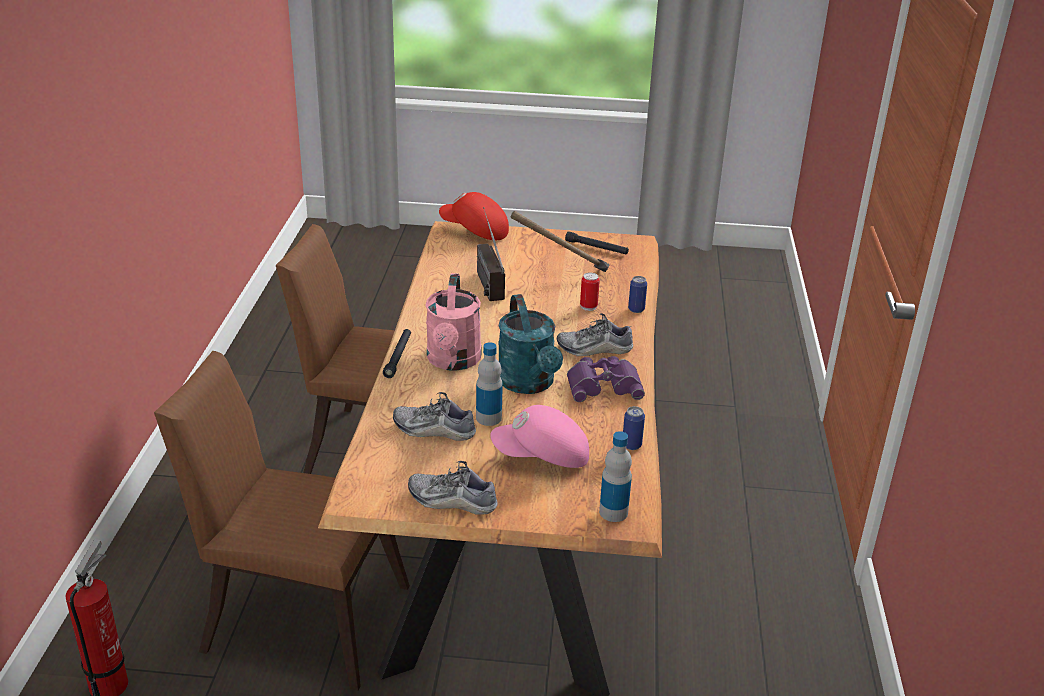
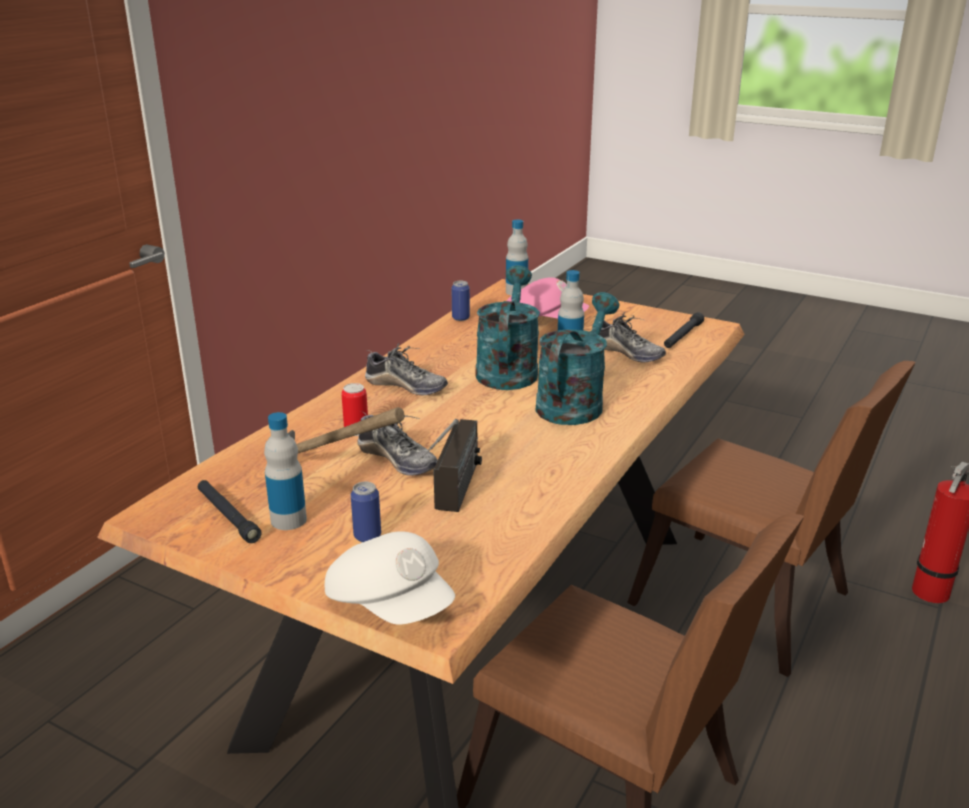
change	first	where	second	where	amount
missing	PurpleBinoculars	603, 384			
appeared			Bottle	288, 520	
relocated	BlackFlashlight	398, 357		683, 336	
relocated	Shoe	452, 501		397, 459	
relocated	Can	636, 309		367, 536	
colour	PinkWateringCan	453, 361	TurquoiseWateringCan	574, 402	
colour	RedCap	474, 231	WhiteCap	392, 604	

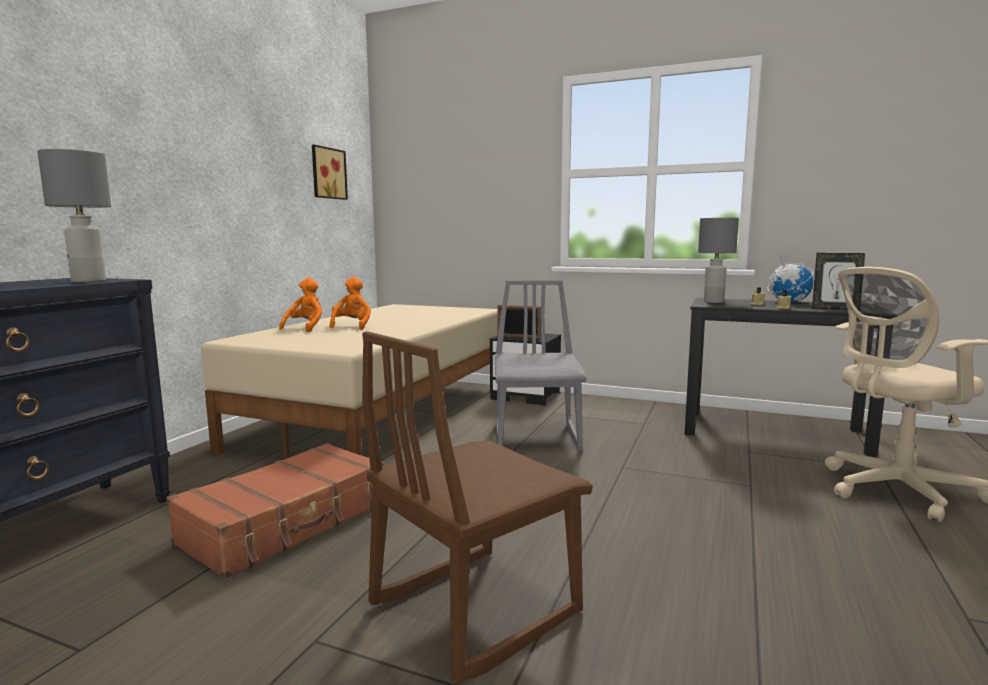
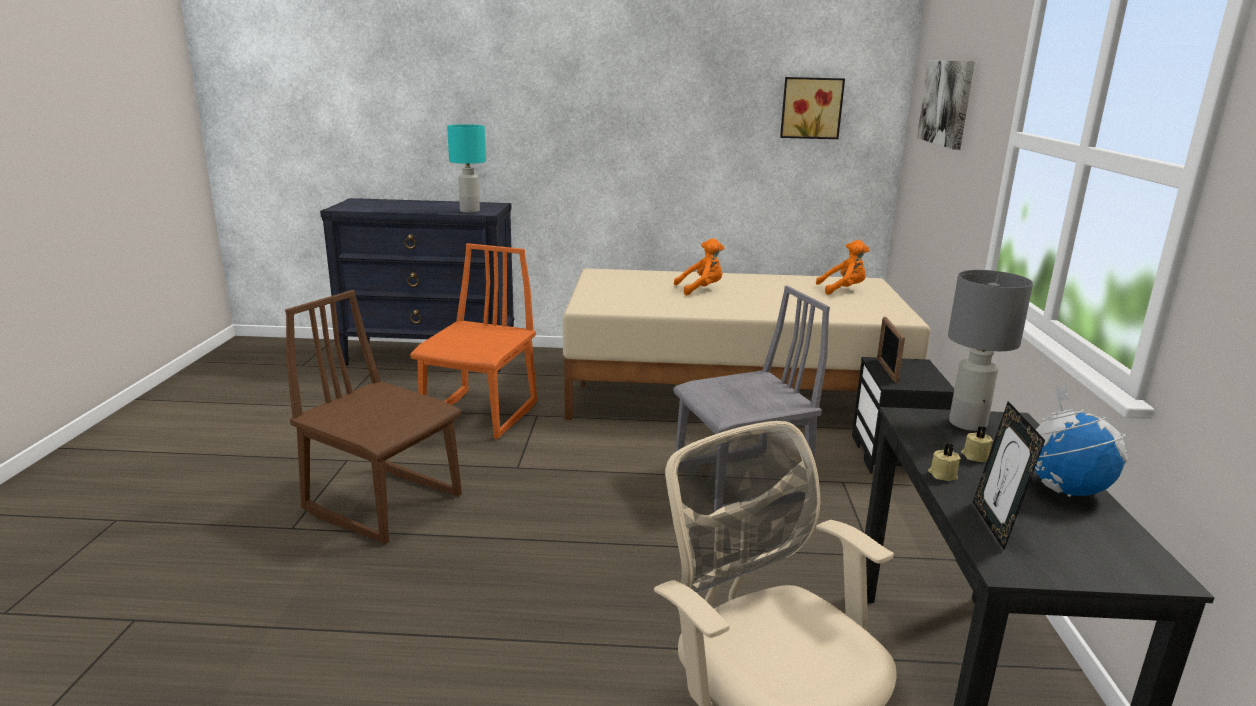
change	first	where	second	where	amount
appeared			Picture	946, 103	
relocated	OrangePlushToy	306, 328		843, 290	
exchanged	BrownSuitcase	287, 523	OrangeChair	481, 415	
colour	GreyTableLamp	88, 281	TurquoiseTableLamp	469, 211	

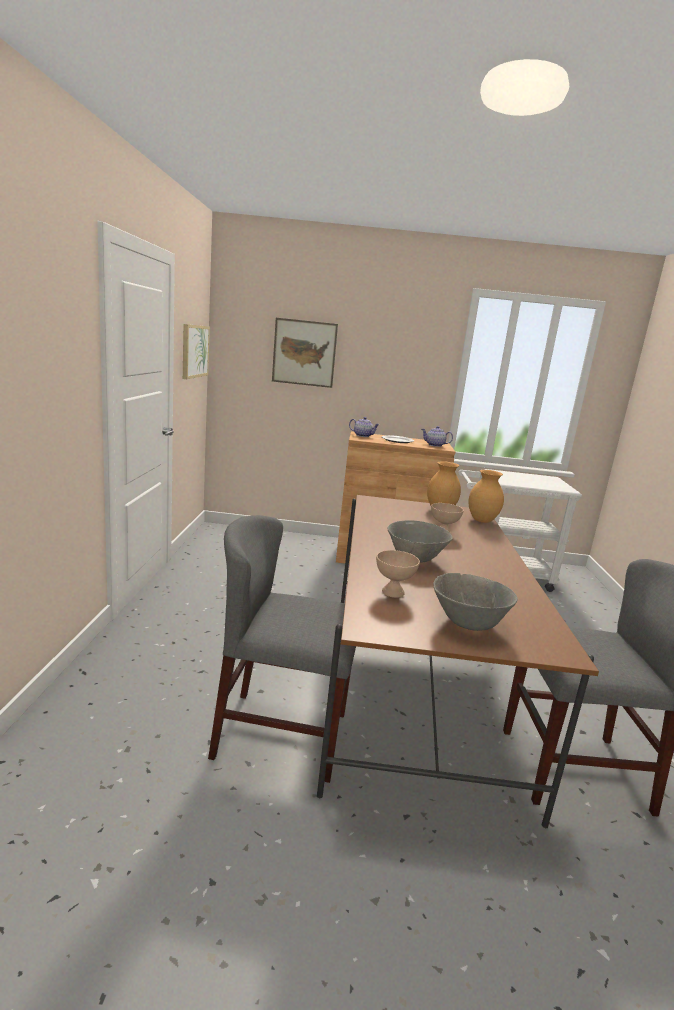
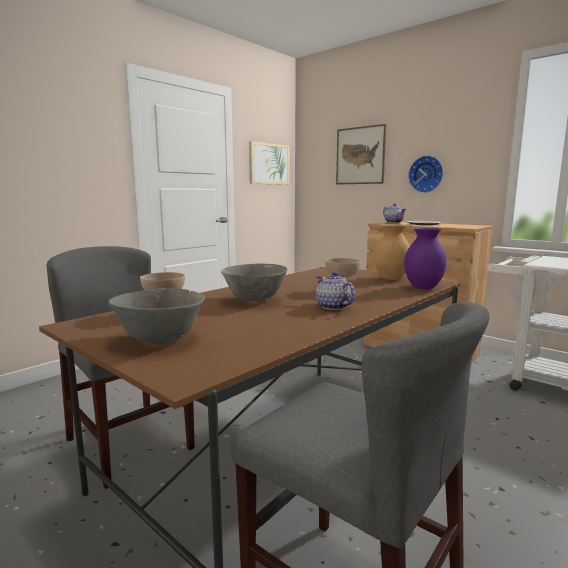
change	first	where	second	where	amount
appeared			WallClock	426, 174	
relocated	Teapot	434, 445		333, 306	
colour	BrownVase	482, 521	PurpleVase	422, 288	

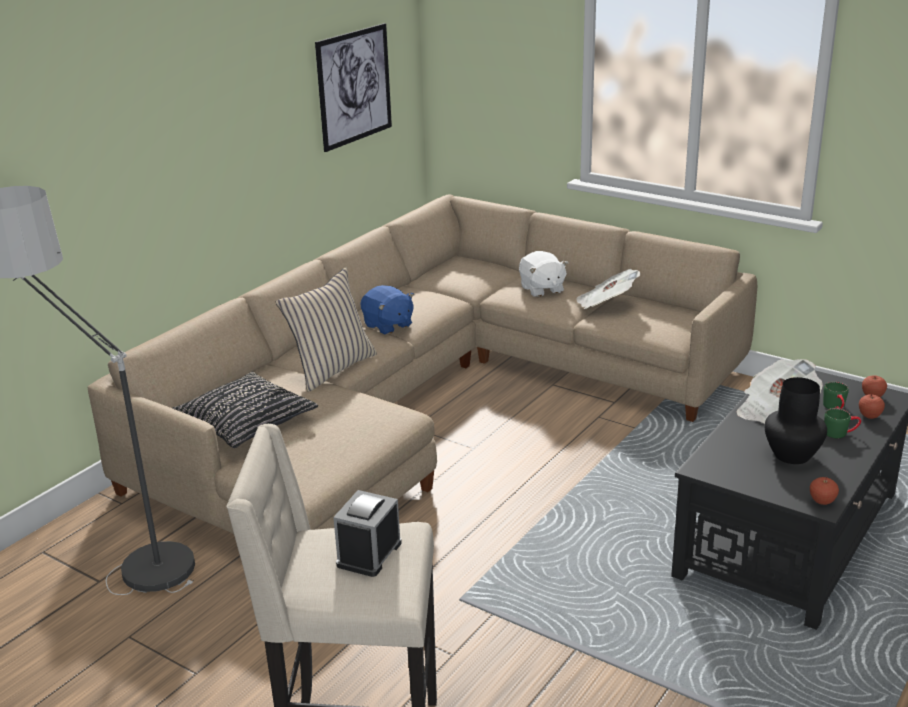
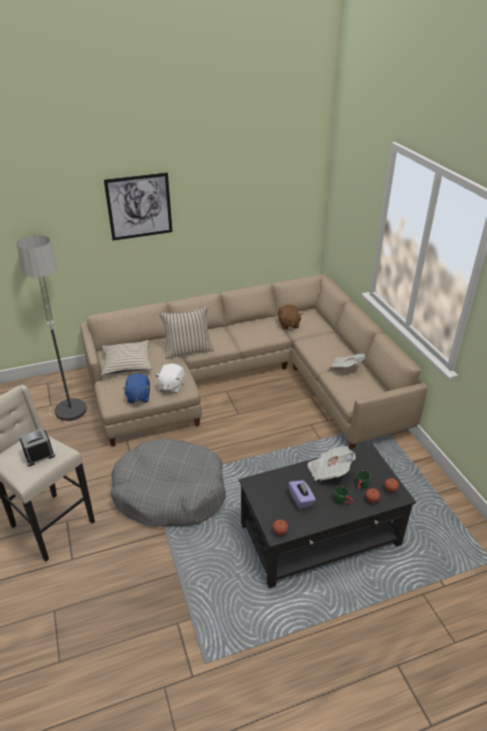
change	first	where	second	where	amount
appeared			GreyDogBed	170, 493	
appeared			BrownPlushToy	288, 324	
relocated	Picture	354, 86		139, 206	
relocated	BluePlushToy	388, 325		138, 396	
relocated	WhitePlushToy	541, 289		171, 386	
exchanged	BlackVase	791, 455	PurpleTissueBox	301, 499	
colour	BlackPillow	245, 422	BeigePillow	126, 363	

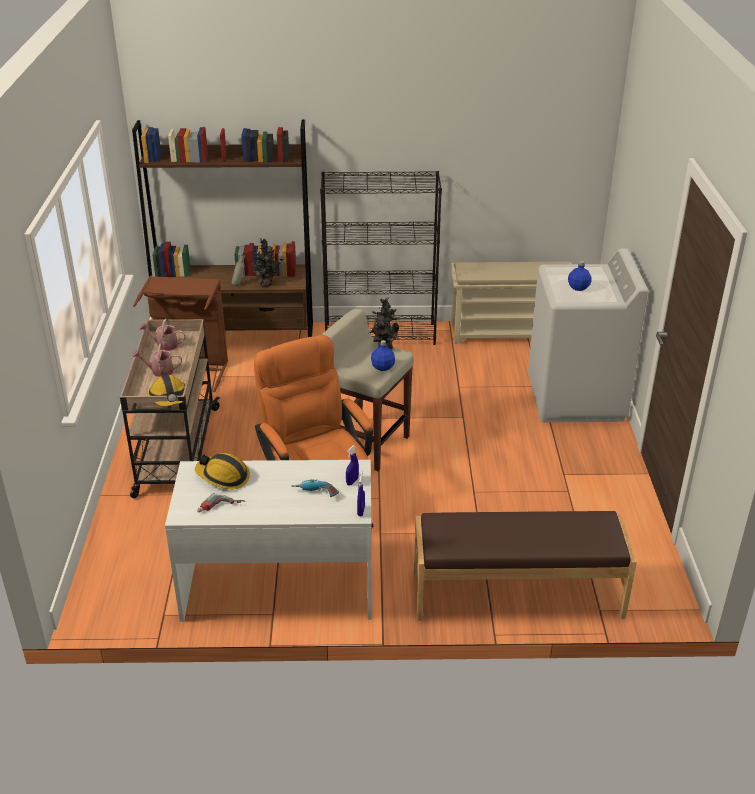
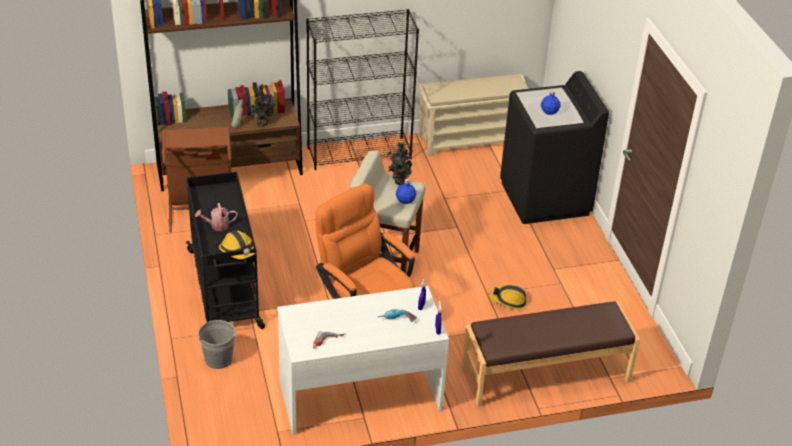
change	first	where	second	where	amount
missing	WateringCan	164, 345			
appeared			GreyBucket	218, 359	
relocated	HardHat	223, 477		509, 300	
colour	BeigeCart	177, 452	BlackCart	225, 290	
colour	WhiteWashingMachine	576, 399	BlackWashingMachine	545, 198	

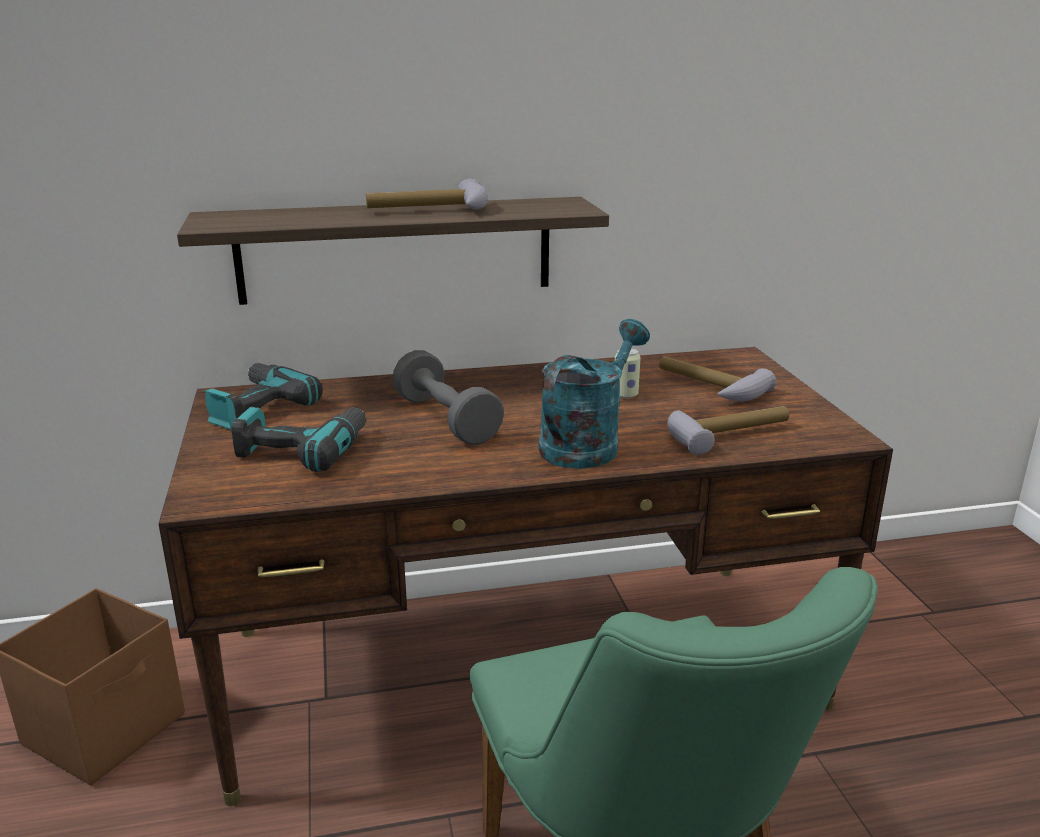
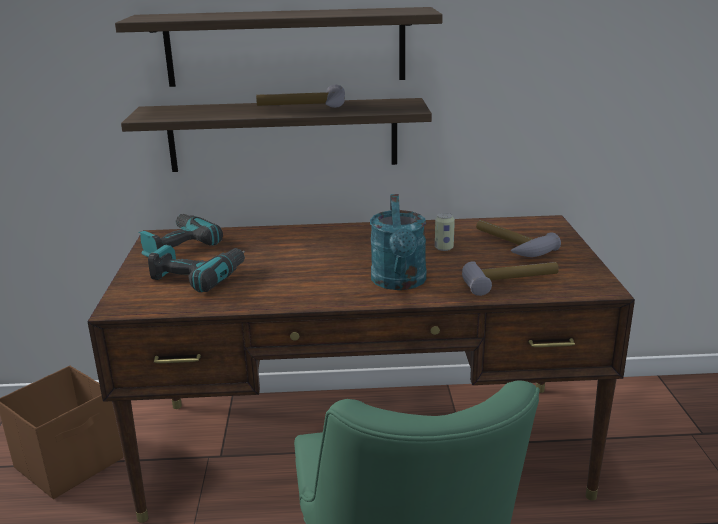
change	first	where	second	where	amount
missing	GreyDumbbell	446, 420			
appeared			Shelf	285, 47	
spun	TurquoiseWateringCan	587, 443		399, 282	135 degrees clockwise

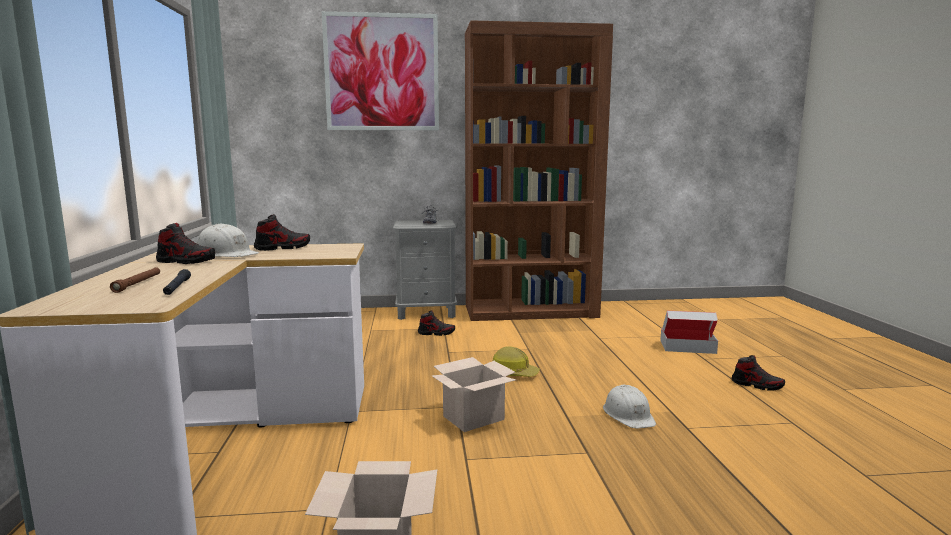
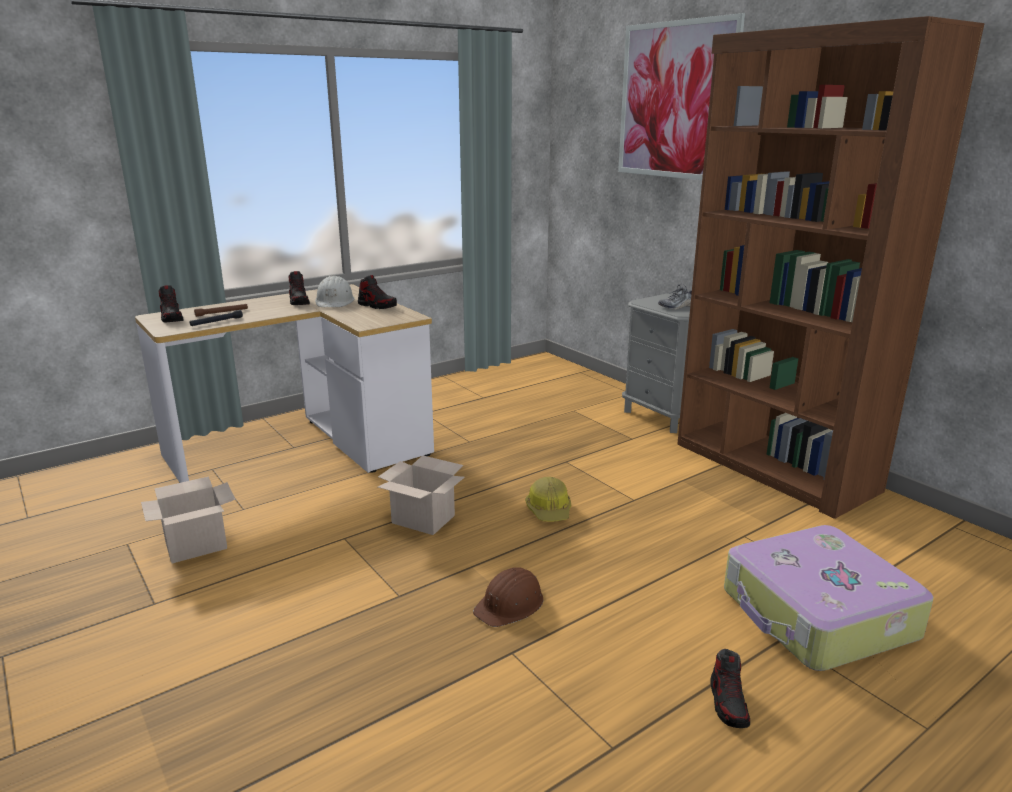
change	first	where	second	where	amount
relocated	Shoe	436, 333		172, 318	
exchanged	CardboardBox	687, 347	Suitcase	817, 615	
colour	WhiteHardHat	628, 415	BrownHardHat	510, 604	

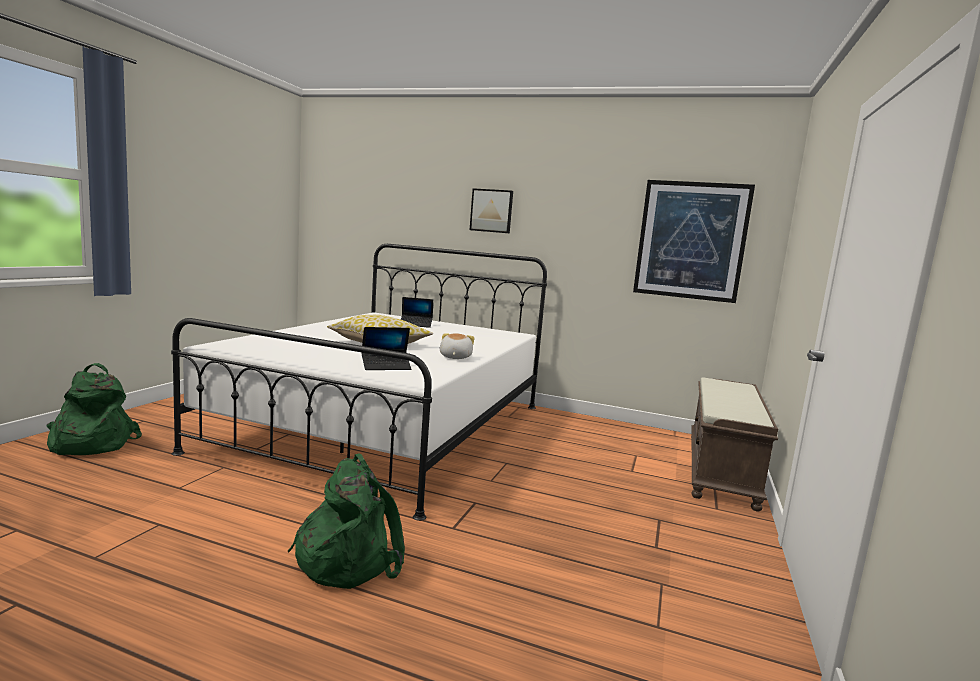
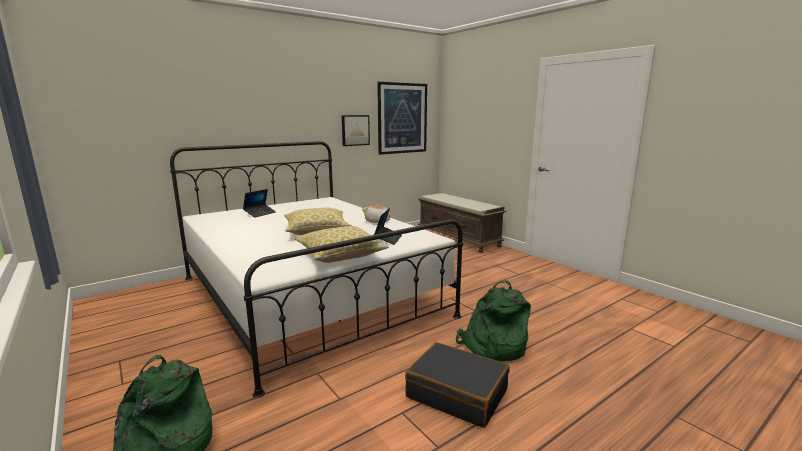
change	first	where	second	where	amount
appeared			Pillow	340, 255	
appeared			BlackSuitcase	457, 393	
relocated	Picture	491, 211		355, 130	

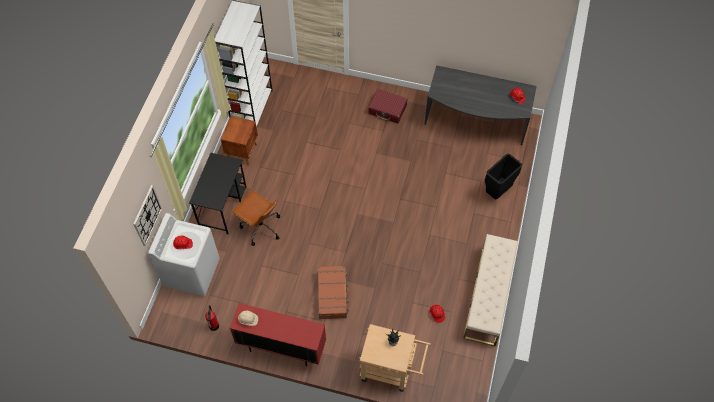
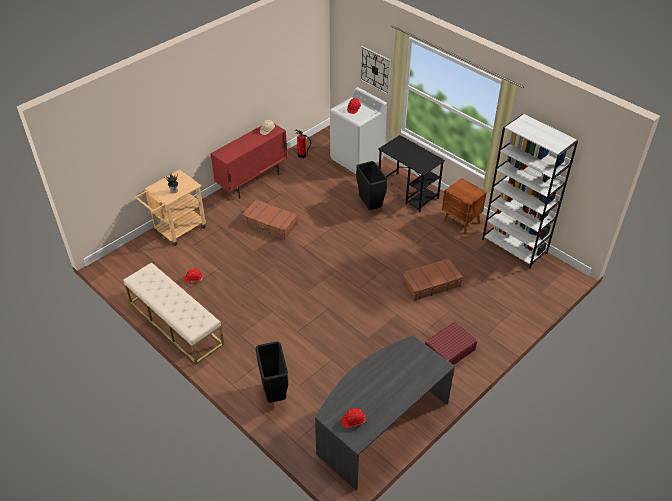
change	first	where	second	where	amount
appeared			BrownSuitcase	430, 283	
exchanged	BrownOfficeChair	260, 227	BlackTrashCan	369, 206	

